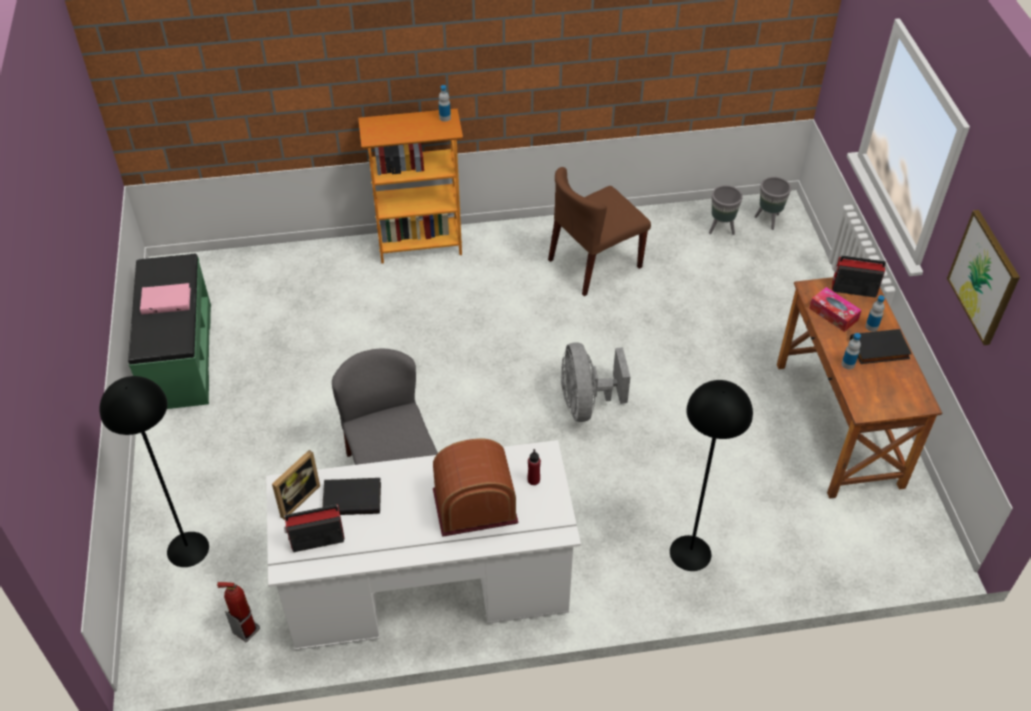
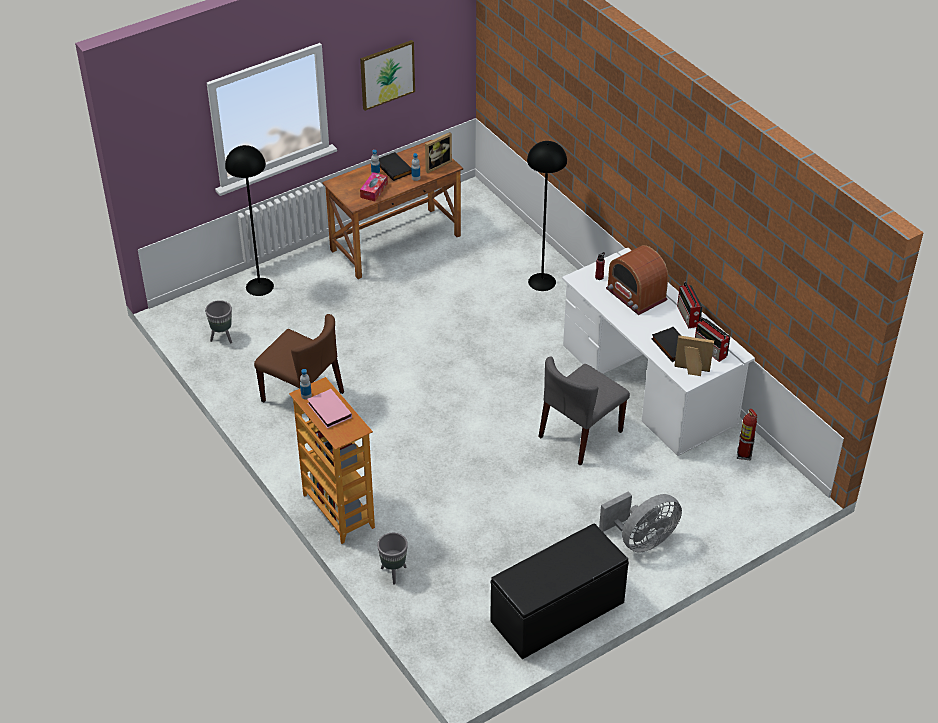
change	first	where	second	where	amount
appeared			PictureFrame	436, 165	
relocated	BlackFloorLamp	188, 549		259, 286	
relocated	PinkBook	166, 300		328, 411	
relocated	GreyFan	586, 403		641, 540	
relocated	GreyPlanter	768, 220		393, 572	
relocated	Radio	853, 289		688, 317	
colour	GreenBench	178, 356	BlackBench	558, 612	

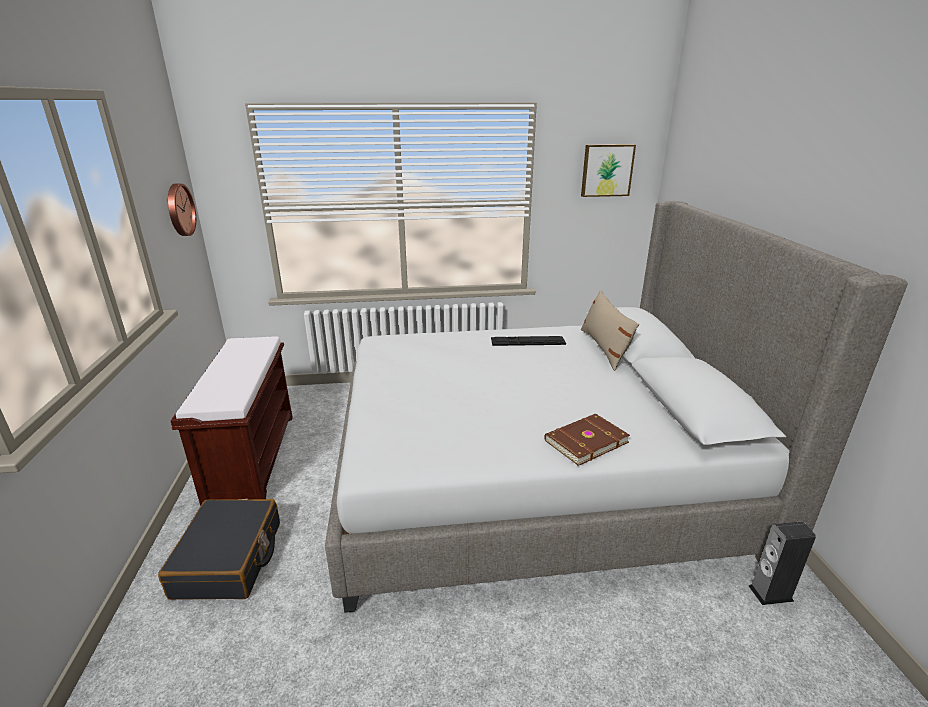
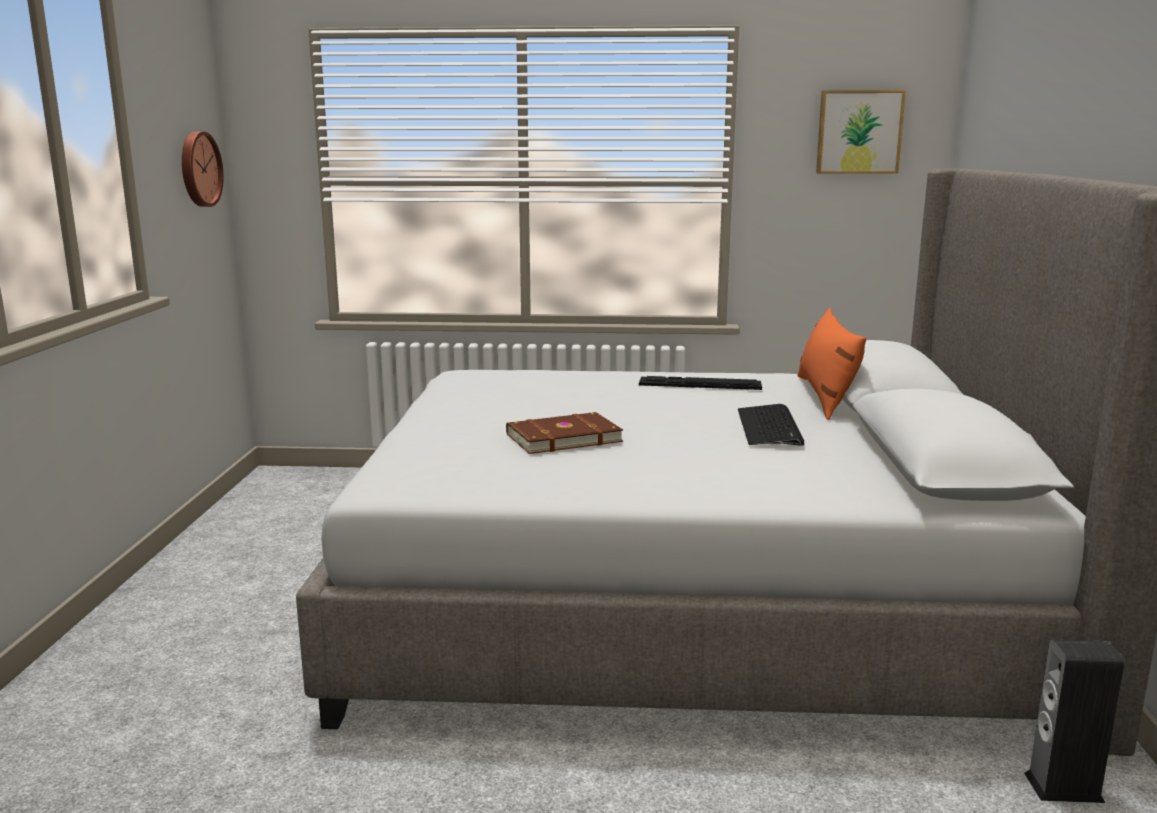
change	first	where	second	where	amount
missing	BlackSuitcase	229, 559			
missing	BrownBench	252, 457			
appeared			Keyboard	769, 427	
relocated	BrownBook	585, 441		562, 437	
colour	BeigePillow	604, 348	OrangePillow	826, 397	

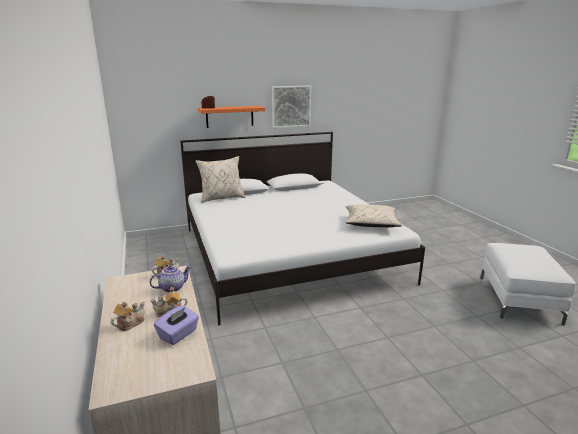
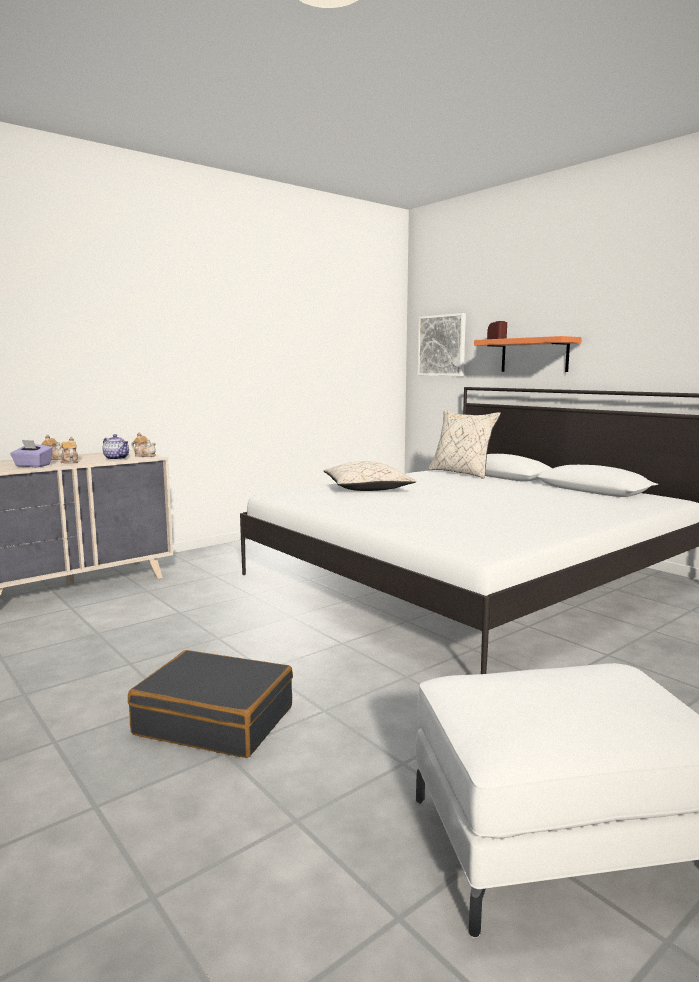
change	first	where	second	where	amount
appeared			BlackSuitcase	215, 720	
relocated	Picture	291, 106		442, 345	
relocated	BeigePillow	371, 223		367, 489	

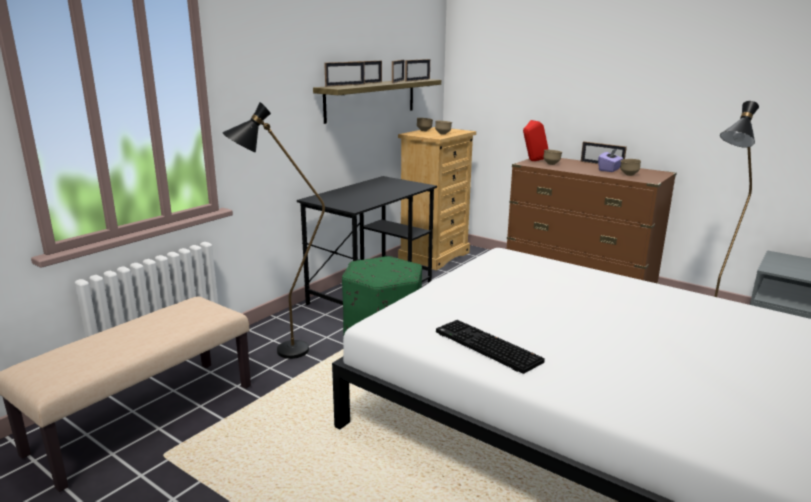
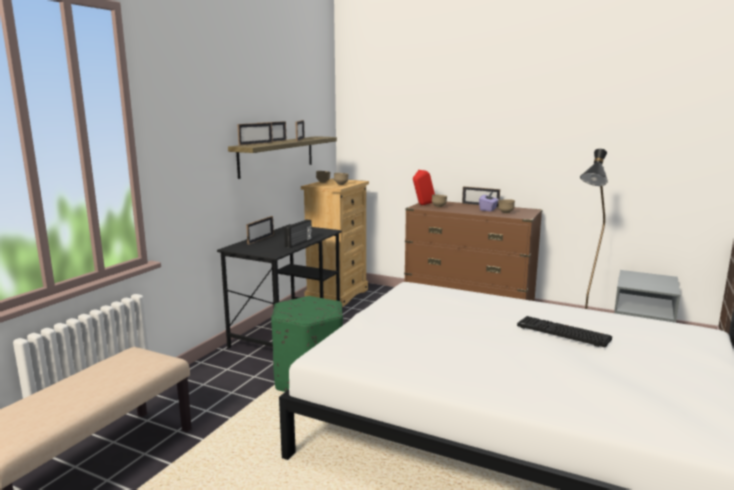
change	first	where	second	where	amount
missing	BlackFloorLamp	280, 352			
appeared			Radio	299, 243	
relocated	PictureFrame	417, 80		261, 239	
relocated	Keyboard	485, 347		561, 333	

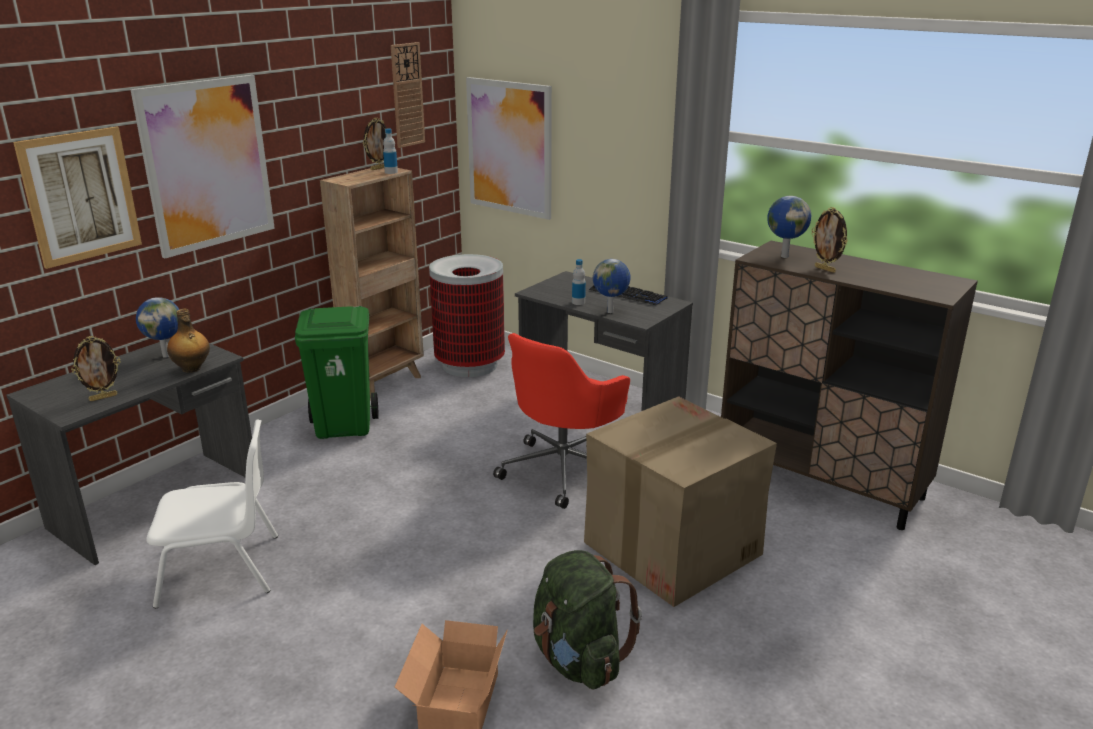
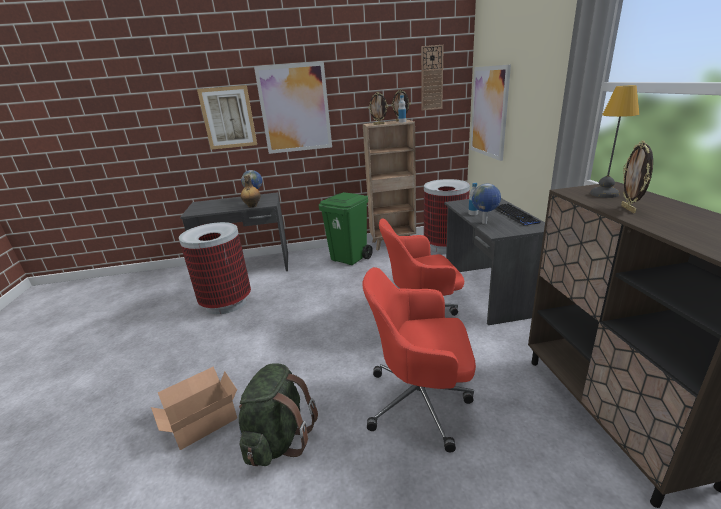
change	first	where	second	where	amount
relocated	PictureFrame	103, 397		379, 124	
exchanged	WhiteChair	222, 569	TrashCan	226, 303	
exchanged	CardboardBox	671, 548	RedOfficeChair	421, 401	
exchanged	Globe	784, 256	TableLamp	603, 193	

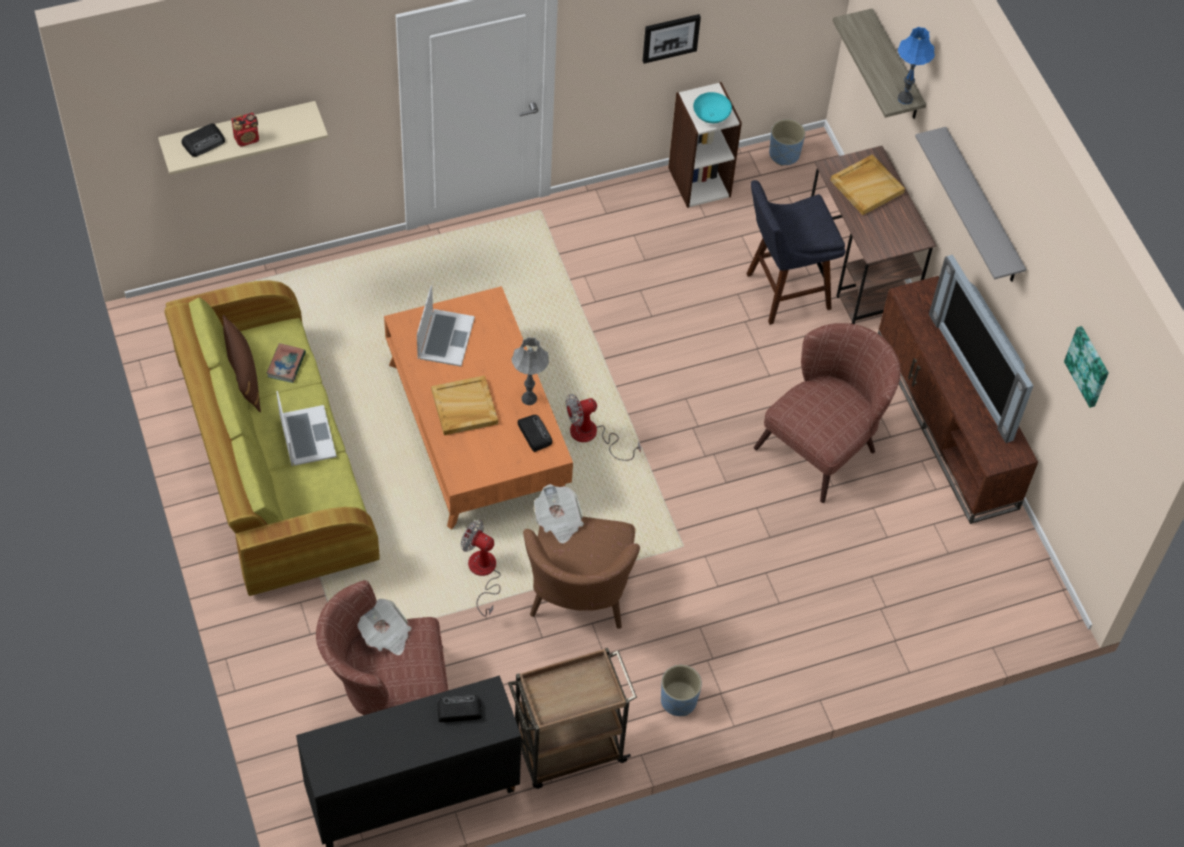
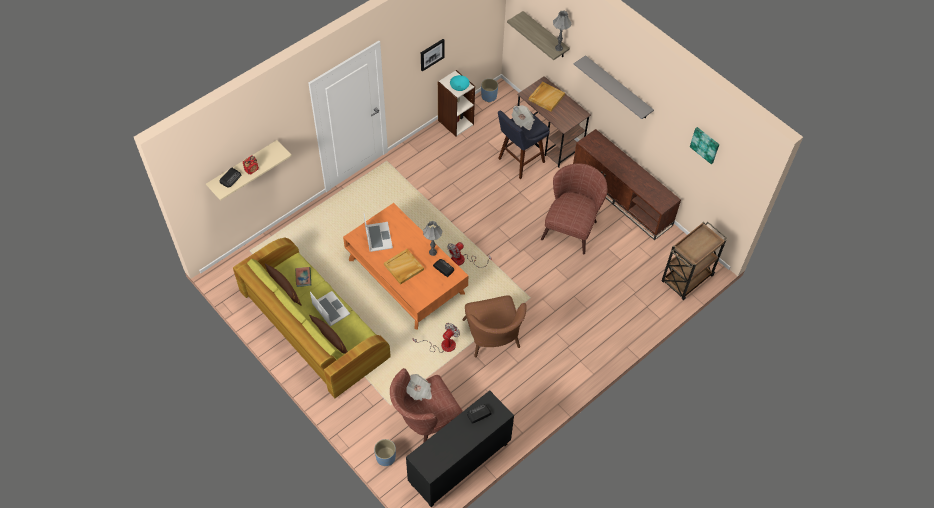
change	first	where	second	where	amount
missing	Television	975, 374			
appeared			BrownPillow	330, 341	
relocated	BrownCart	567, 750		686, 279	
relocated	Newspaper	558, 521		522, 122	
relocated	BluePlanter	678, 701		385, 457	
colour	BlueTableLamp	905, 98	GreyTableLamp	558, 48	
spun	Fan	483, 573		442, 345	120 degrees clockwise

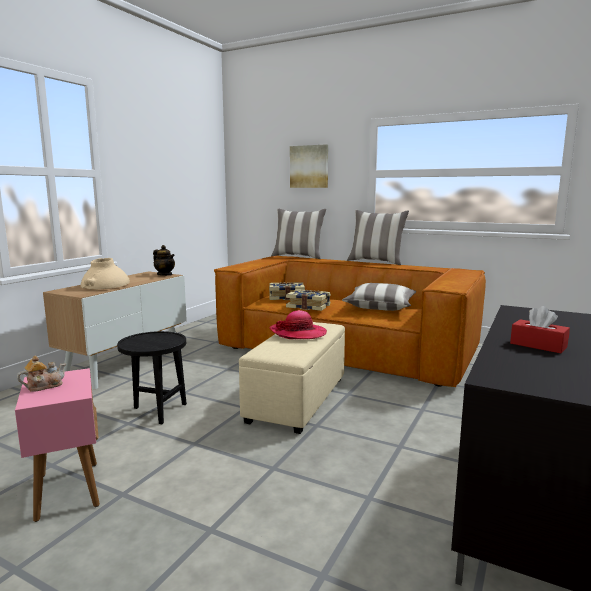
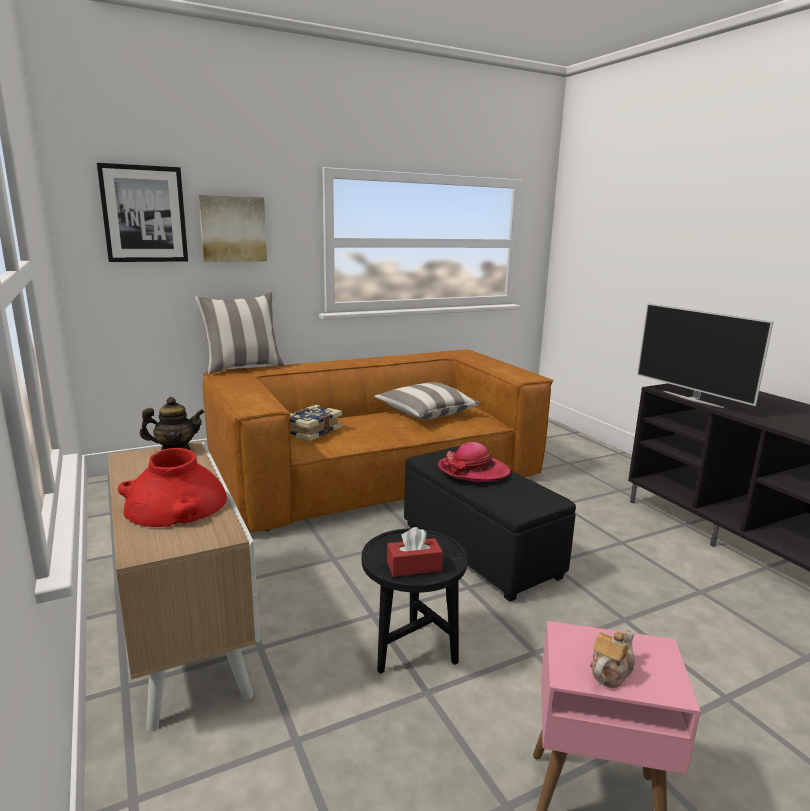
change	first	where	second	where	amount
missing	Book	308, 306			
missing	Pillow	376, 262			
appeared			Picture	144, 214	
appeared			Television	692, 399	
relocated	RedTissueBox	538, 345		414, 566	
colour	BeigeVase	105, 285	RedVase	176, 505	
colour	BeigeOttoman	297, 400	BlackOttoman	480, 550	
spun	Teapot	44, 386		610, 671	45 degrees clockwise

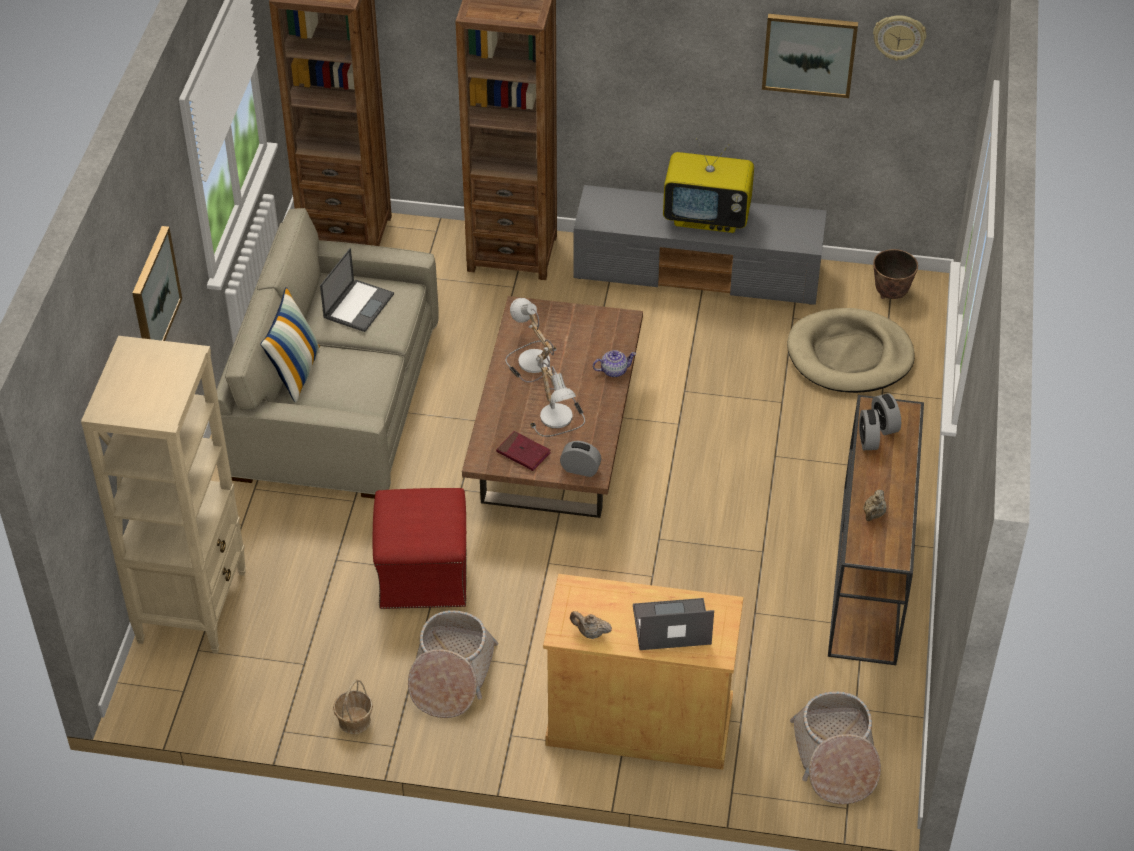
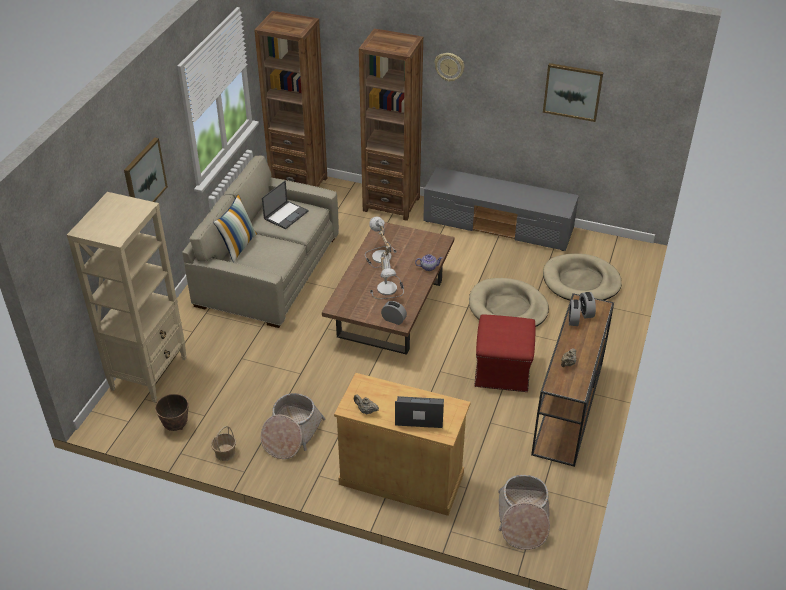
change	first	where	second	where	amount
missing	RedBook	523, 453			
missing	Television	707, 217			
appeared			BeigeDogBed	507, 308	
relocated	RedOttoman	423, 576		502, 371	
relocated	WallClock	899, 36		449, 66	
relocated	Planter	891, 293		176, 425	

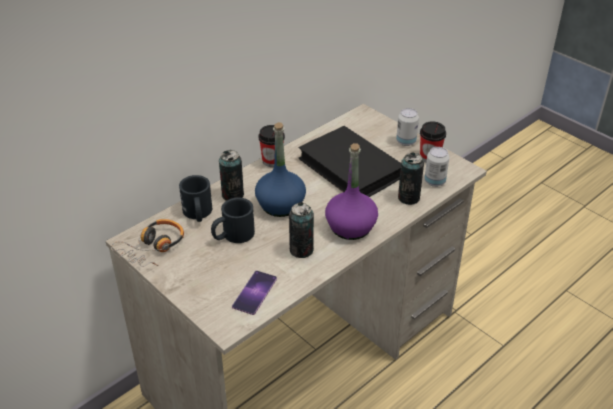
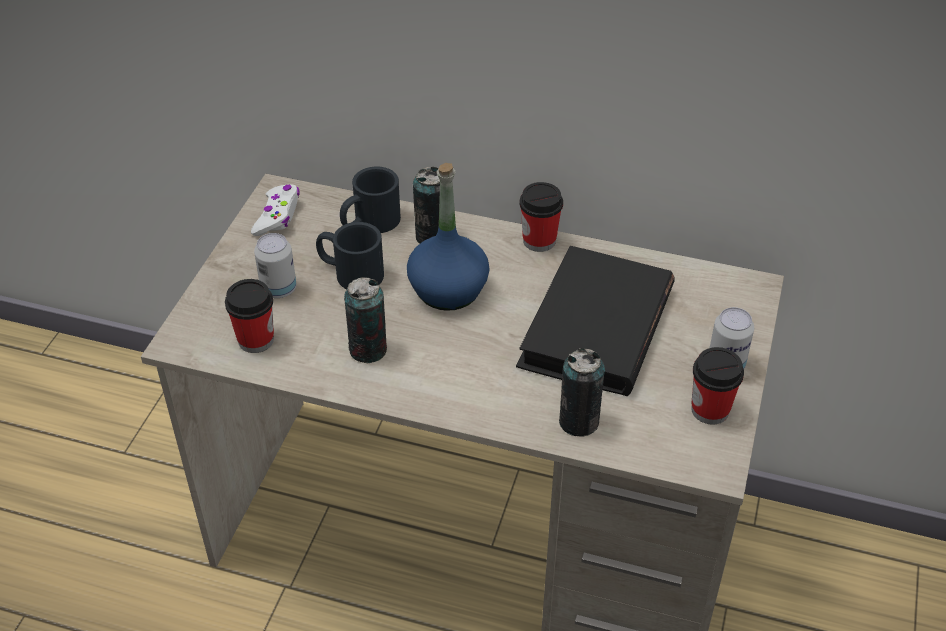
change	first	where	second	where	amount
missing	PurpleBottle	351, 227			
relocated	Can	434, 182		279, 289	
exchanged	Headphones	153, 248	WhiteGameController	277, 216	
exchanged	Phone	255, 292	Cup	256, 340	

